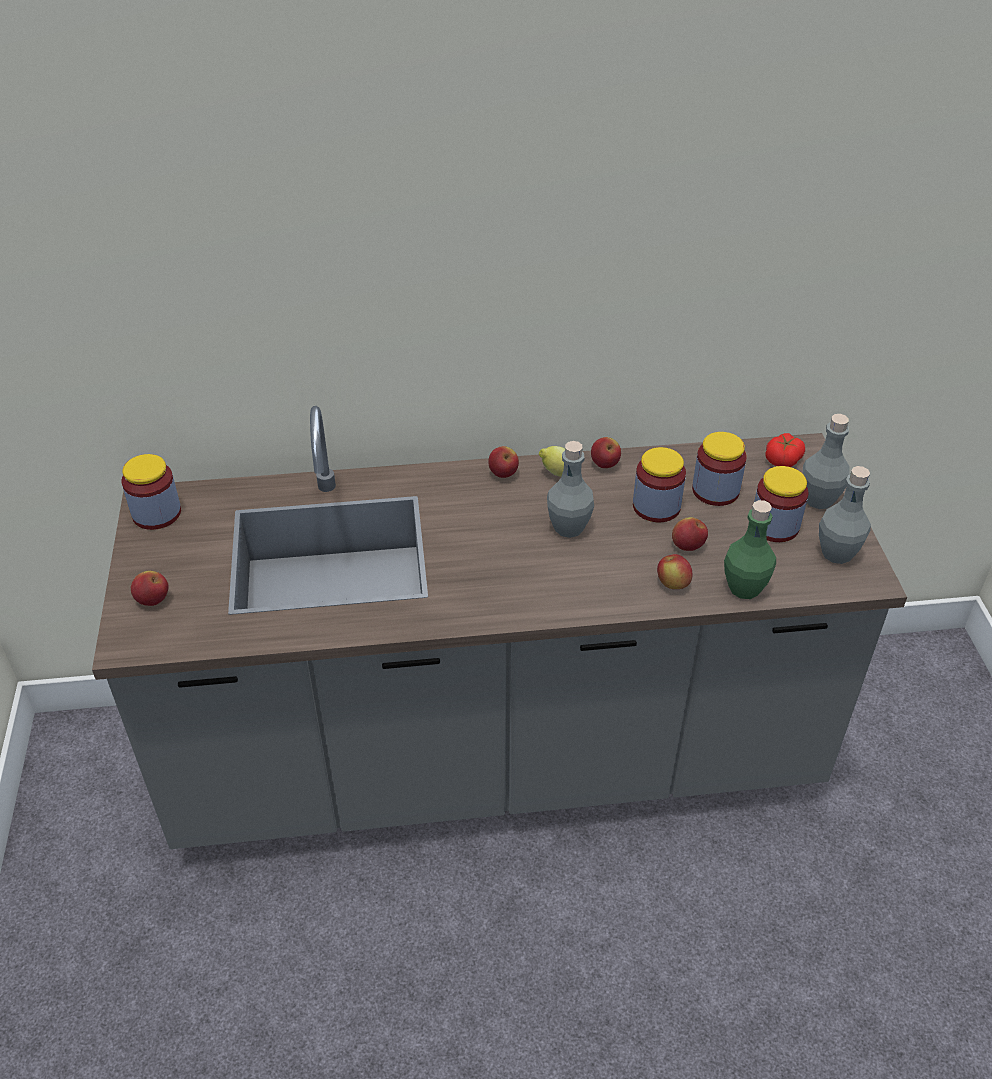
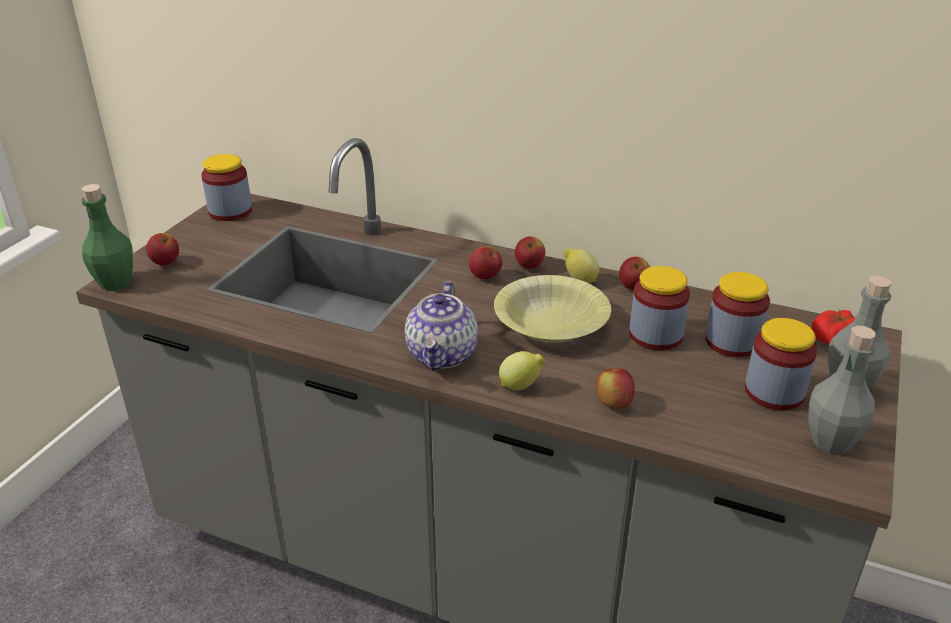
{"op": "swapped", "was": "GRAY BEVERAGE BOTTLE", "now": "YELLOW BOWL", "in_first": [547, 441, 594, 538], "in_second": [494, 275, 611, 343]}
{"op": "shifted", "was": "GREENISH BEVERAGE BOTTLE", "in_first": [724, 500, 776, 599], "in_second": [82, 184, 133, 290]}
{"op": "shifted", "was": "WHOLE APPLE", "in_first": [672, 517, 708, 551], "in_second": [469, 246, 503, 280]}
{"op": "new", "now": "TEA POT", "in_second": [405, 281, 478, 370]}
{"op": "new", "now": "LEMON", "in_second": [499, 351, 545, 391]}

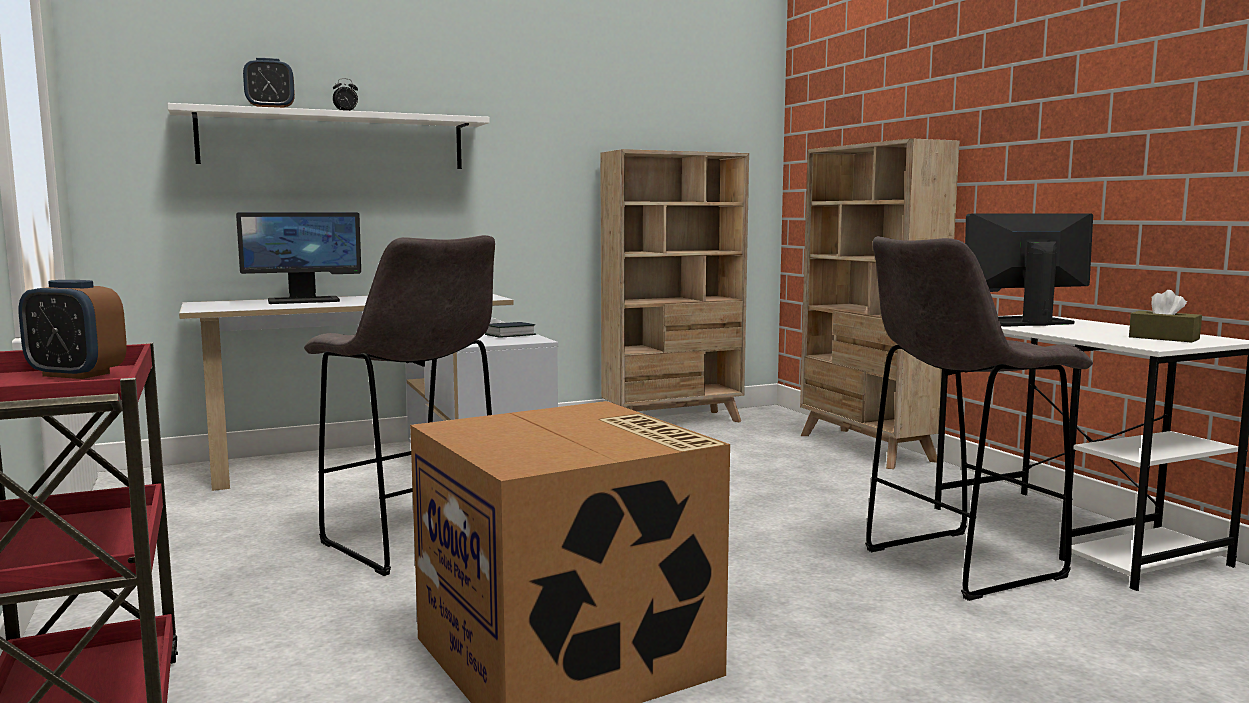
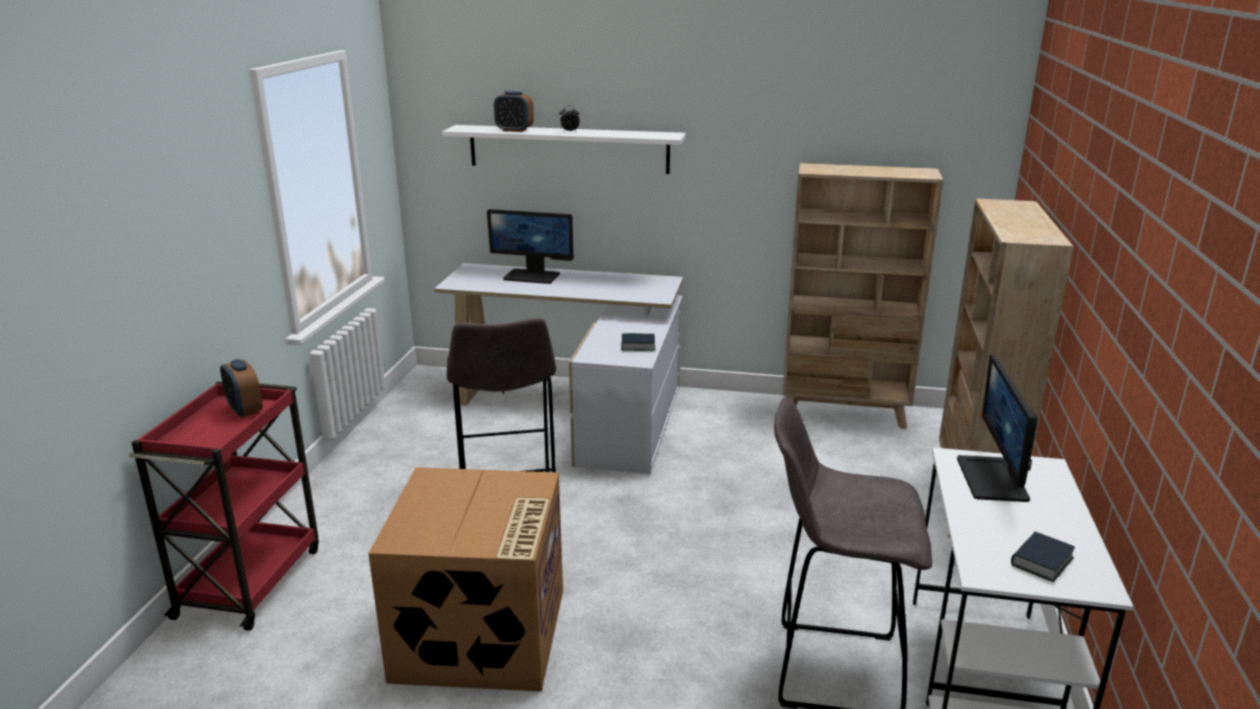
{"op": "rotated", "was": "COMPUTER SCREEN", "in_first": [965, 214, 1093, 326], "in_second": [957, 355, 1038, 502], "clockwise": -105}
{"op": "swapped", "was": "BROWNISH BOX OF TISSUES", "now": "BOOK", "in_first": [1129, 290, 1202, 343], "in_second": [1011, 532, 1075, 582]}

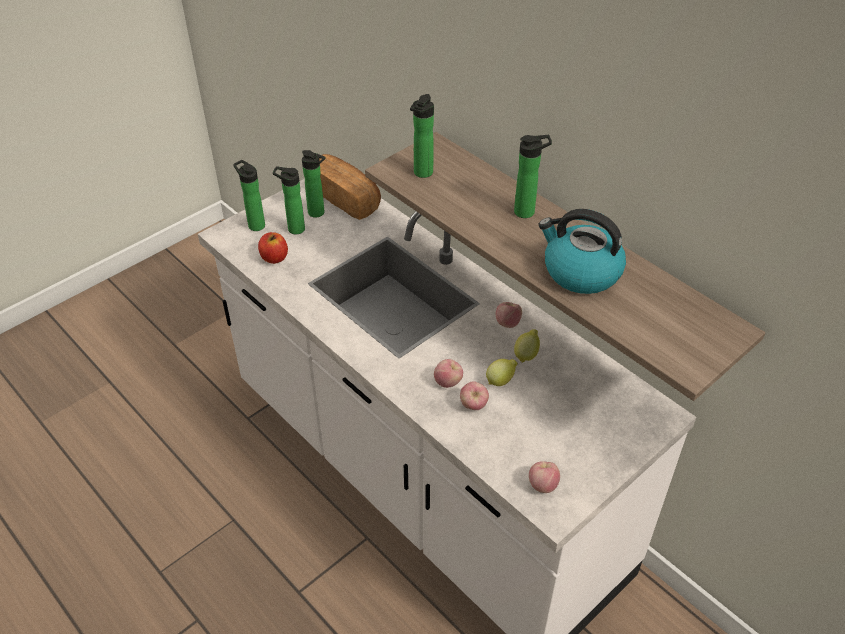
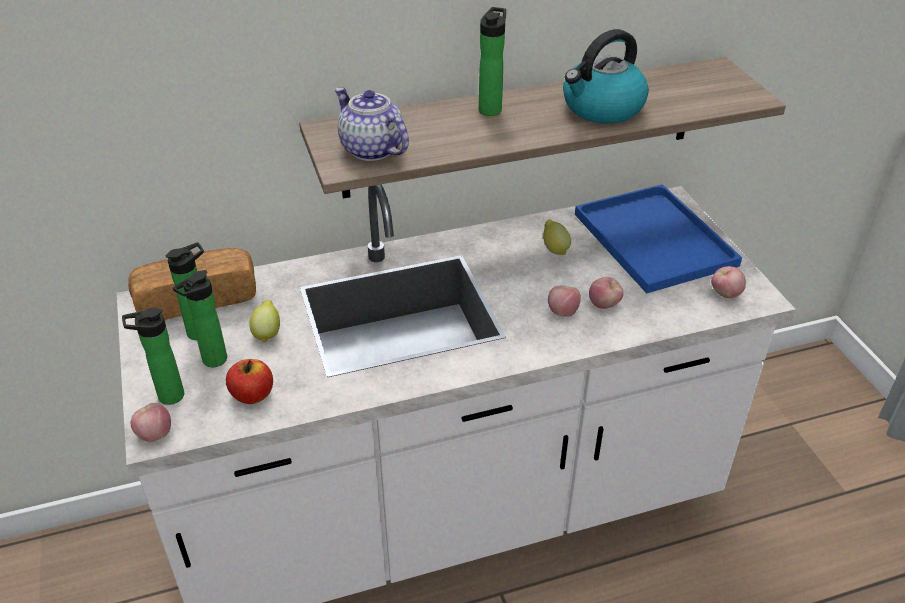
{"op": "swapped", "was": "BEVERAGE BOTTLE", "now": "TEA POT", "in_first": [410, 94, 434, 178], "in_second": [335, 88, 409, 161]}
{"op": "shifted", "was": "WHOLE APPLE", "in_first": [496, 302, 522, 328], "in_second": [131, 403, 171, 442]}
{"op": "shifted", "was": "LEMON", "in_first": [486, 359, 518, 386], "in_second": [249, 300, 280, 343]}
{"op": "new", "now": "BLUE-COLOURED SERVING TRAY", "in_second": [575, 184, 742, 294]}

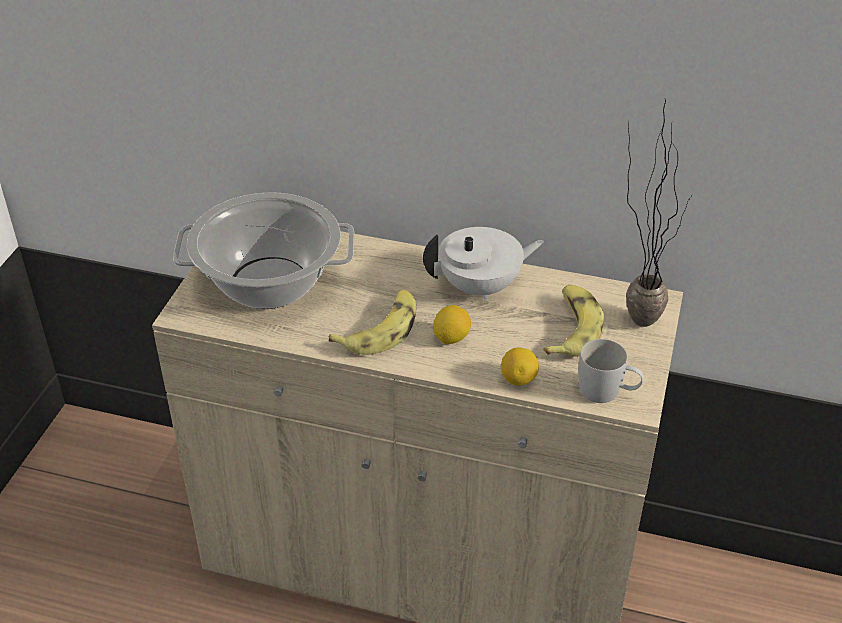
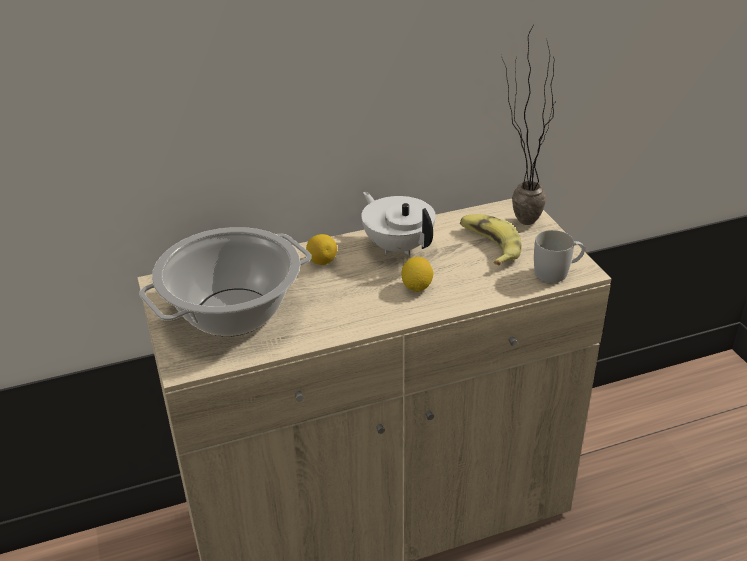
{"op": "rotated", "was": "WHITE TEA POT", "in_first": [423, 227, 544, 301], "in_second": [361, 192, 436, 255], "clockwise": -75}
{"op": "gone", "was": "WHOLE BANANA", "in_first": [329, 290, 416, 355]}
{"op": "shifted", "was": "LEMON", "in_first": [501, 348, 539, 386], "in_second": [306, 234, 337, 265]}

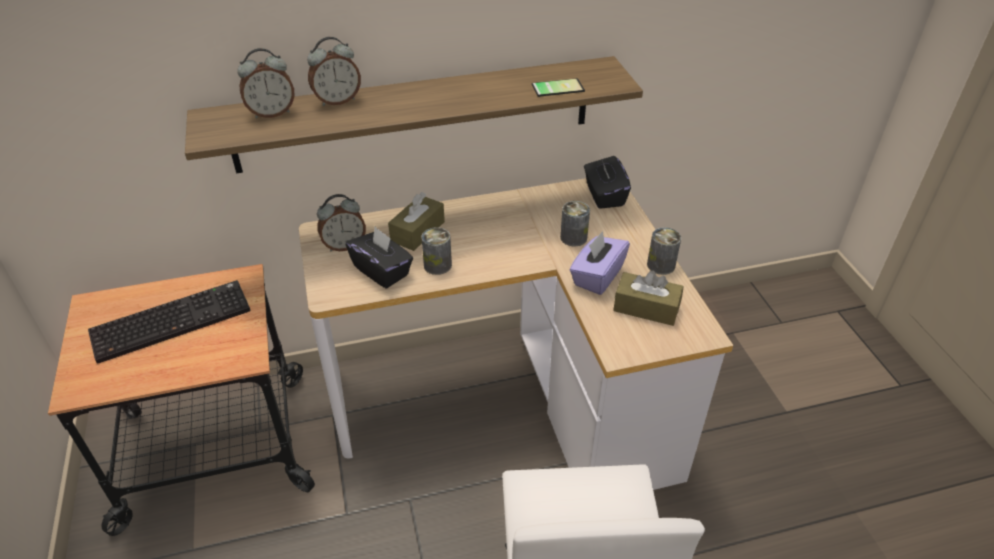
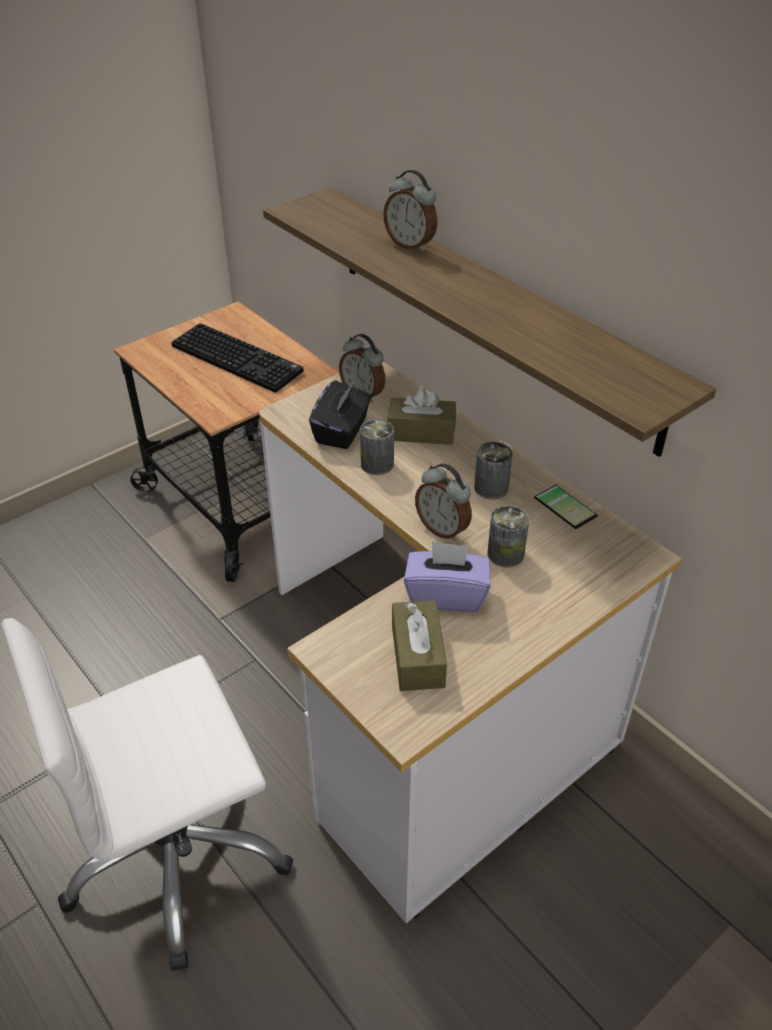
{"op": "shifted", "was": "BEDSIDE CLOCK", "in_first": [237, 48, 295, 119], "in_second": [415, 463, 472, 541]}
{"op": "shifted", "was": "HANDSET", "in_first": [532, 78, 585, 97], "in_second": [534, 485, 598, 529]}
{"op": "gone", "was": "BLACK-COLOURED BOX OF TISSUES", "in_first": [584, 154, 631, 209]}
{"op": "shifted", "was": "CAN", "in_first": [647, 227, 681, 275], "in_second": [474, 442, 513, 500]}

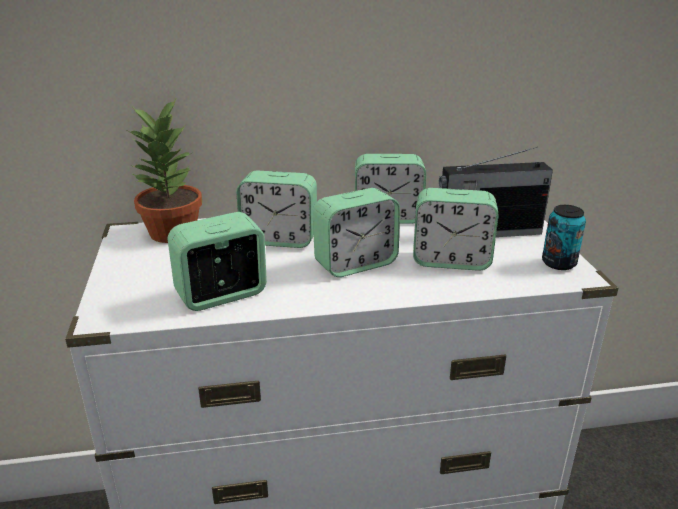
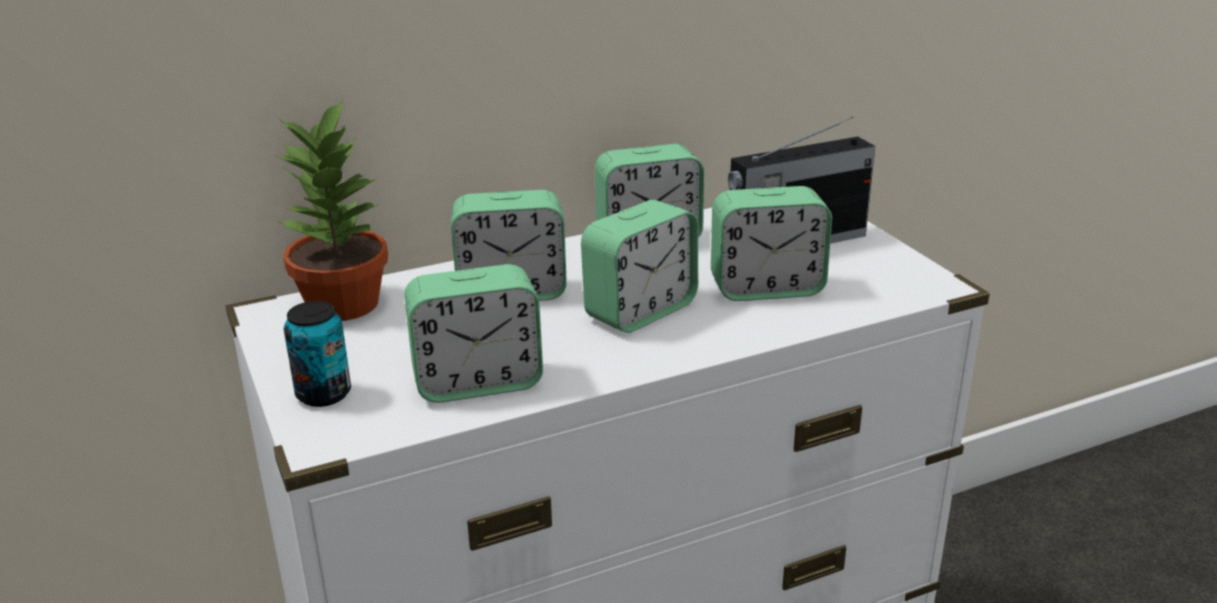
{"op": "shifted", "was": "CAN", "in_first": [542, 205, 586, 270], "in_second": [284, 301, 351, 407]}
{"op": "rotated", "was": "BEDSIDE CLOCK", "in_first": [168, 212, 267, 311], "in_second": [404, 264, 543, 403], "clockwise": -150}

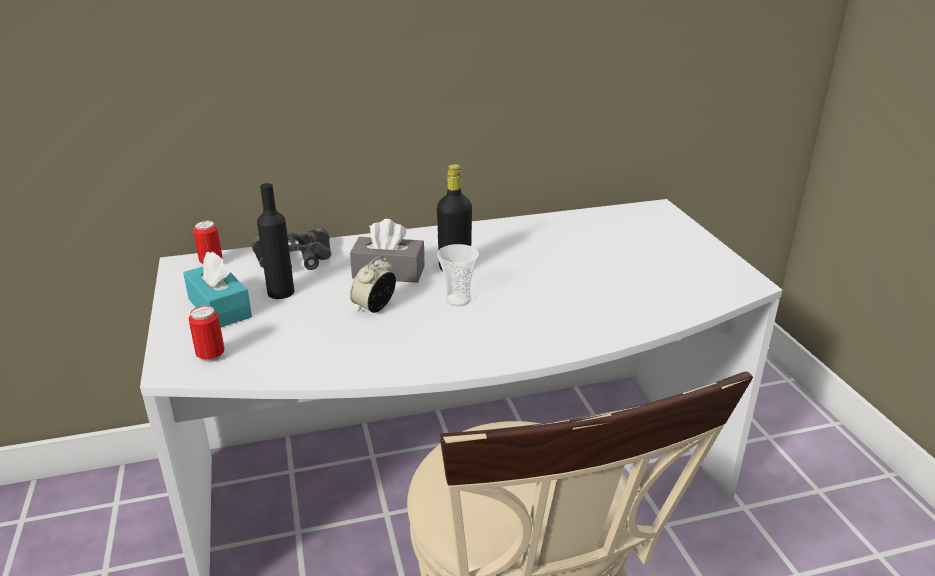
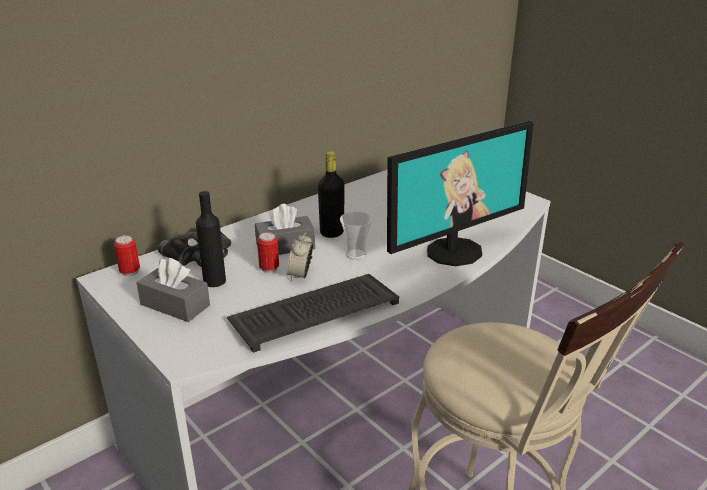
{"op": "repainted", "was": "TURQUOISE-COLOURED BOX OF TISSUES", "now": "GRAY BOX OF TISSUES", "in_first": [183, 252, 252, 327], "in_second": [136, 258, 210, 322]}
{"op": "shifted", "was": "CAN", "in_first": [189, 306, 225, 363], "in_second": [257, 232, 279, 273]}
{"op": "new", "now": "COMPUTER SCREEN", "in_second": [387, 121, 534, 266]}
{"op": "new", "now": "KEYBOARD", "in_second": [227, 274, 399, 353]}

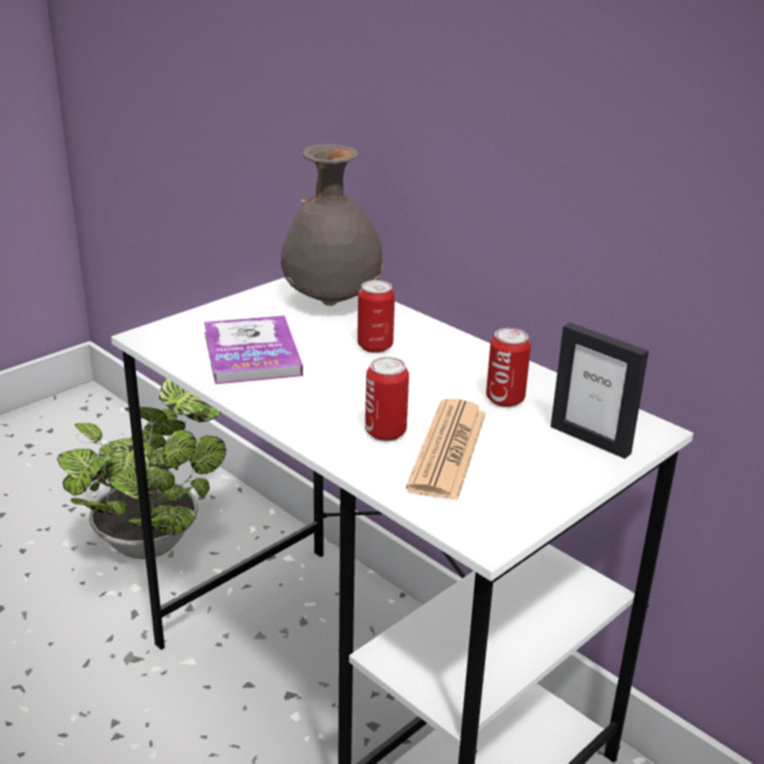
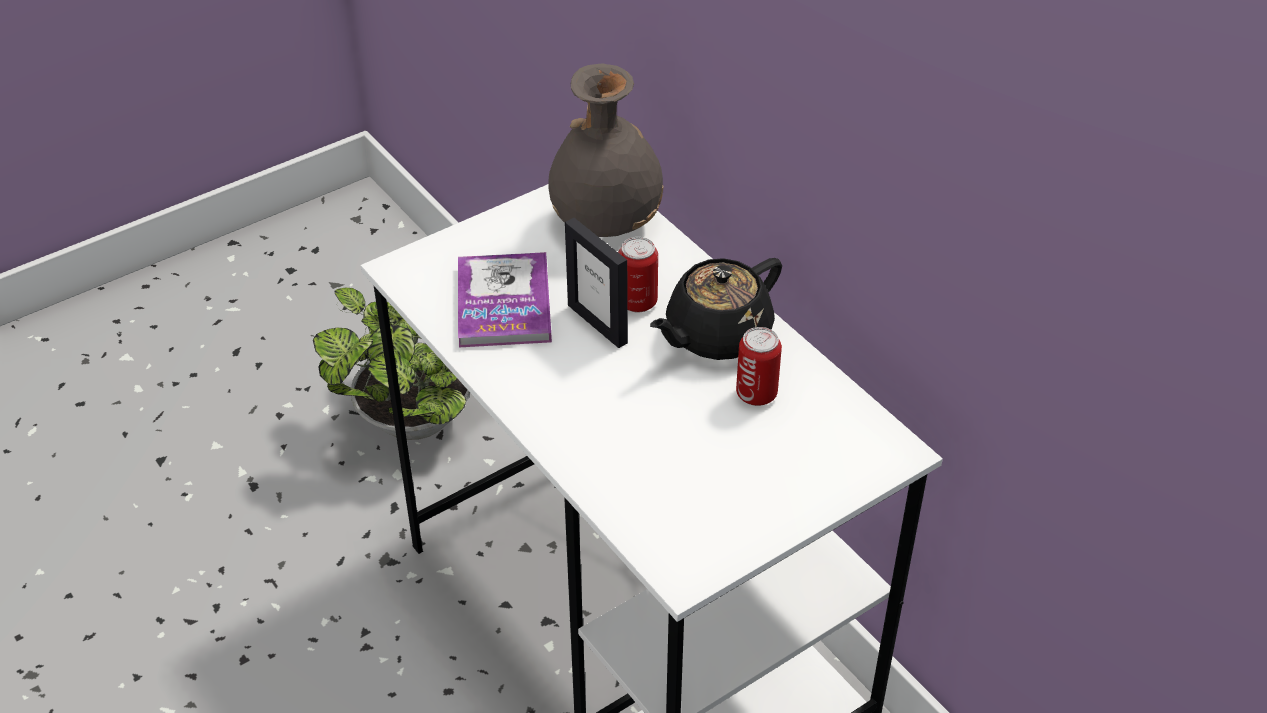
{"op": "shifted", "was": "PICTURE FRAME", "in_first": [551, 322, 649, 459], "in_second": [565, 218, 628, 348]}
{"op": "gone", "was": "CAN", "in_first": [365, 357, 409, 441]}
{"op": "gone", "was": "NEWSPAPER", "in_first": [406, 399, 486, 500]}
{"op": "new", "now": "BLACK-COLOURED TEA POT", "in_second": [650, 258, 782, 360]}

